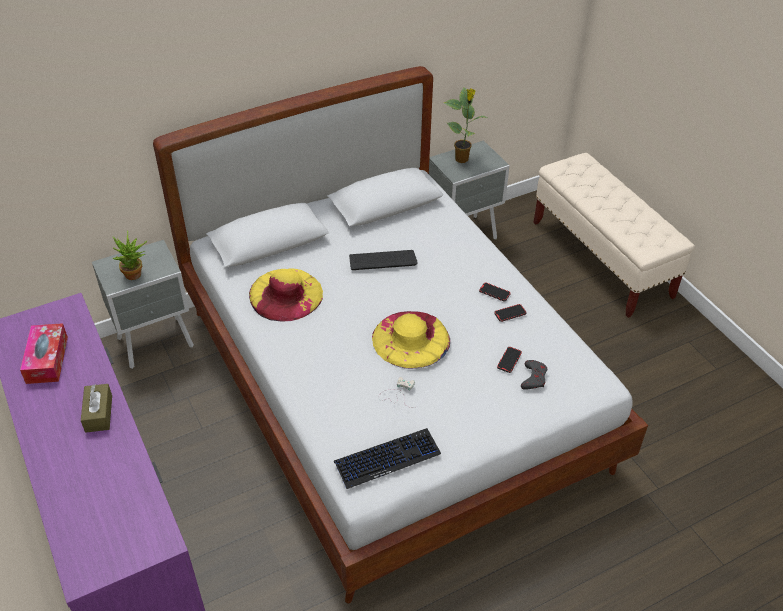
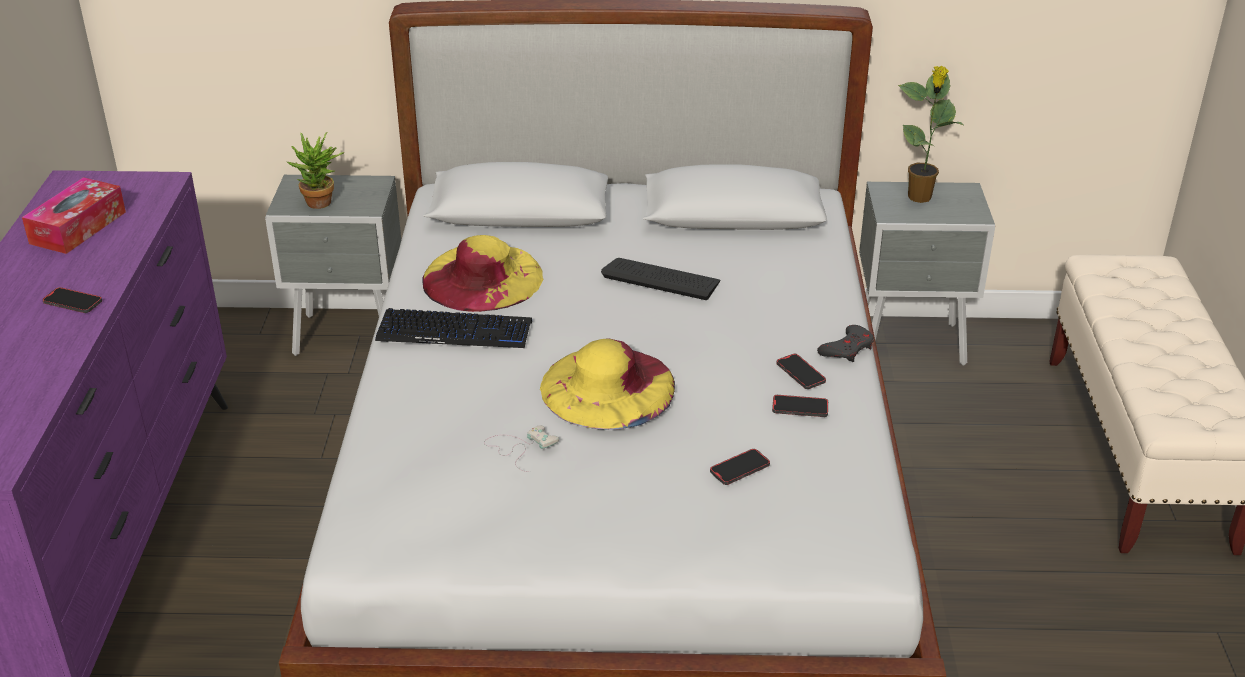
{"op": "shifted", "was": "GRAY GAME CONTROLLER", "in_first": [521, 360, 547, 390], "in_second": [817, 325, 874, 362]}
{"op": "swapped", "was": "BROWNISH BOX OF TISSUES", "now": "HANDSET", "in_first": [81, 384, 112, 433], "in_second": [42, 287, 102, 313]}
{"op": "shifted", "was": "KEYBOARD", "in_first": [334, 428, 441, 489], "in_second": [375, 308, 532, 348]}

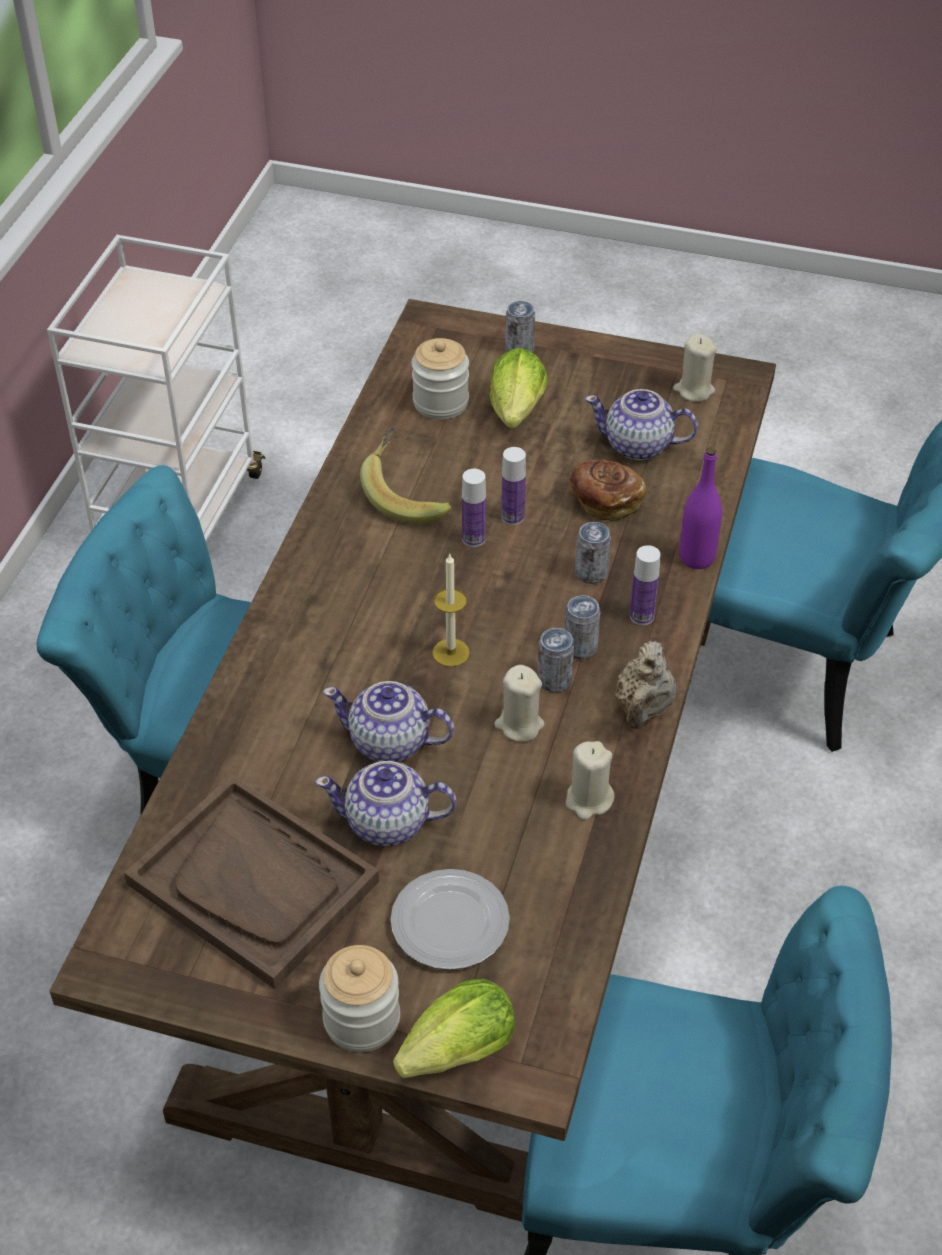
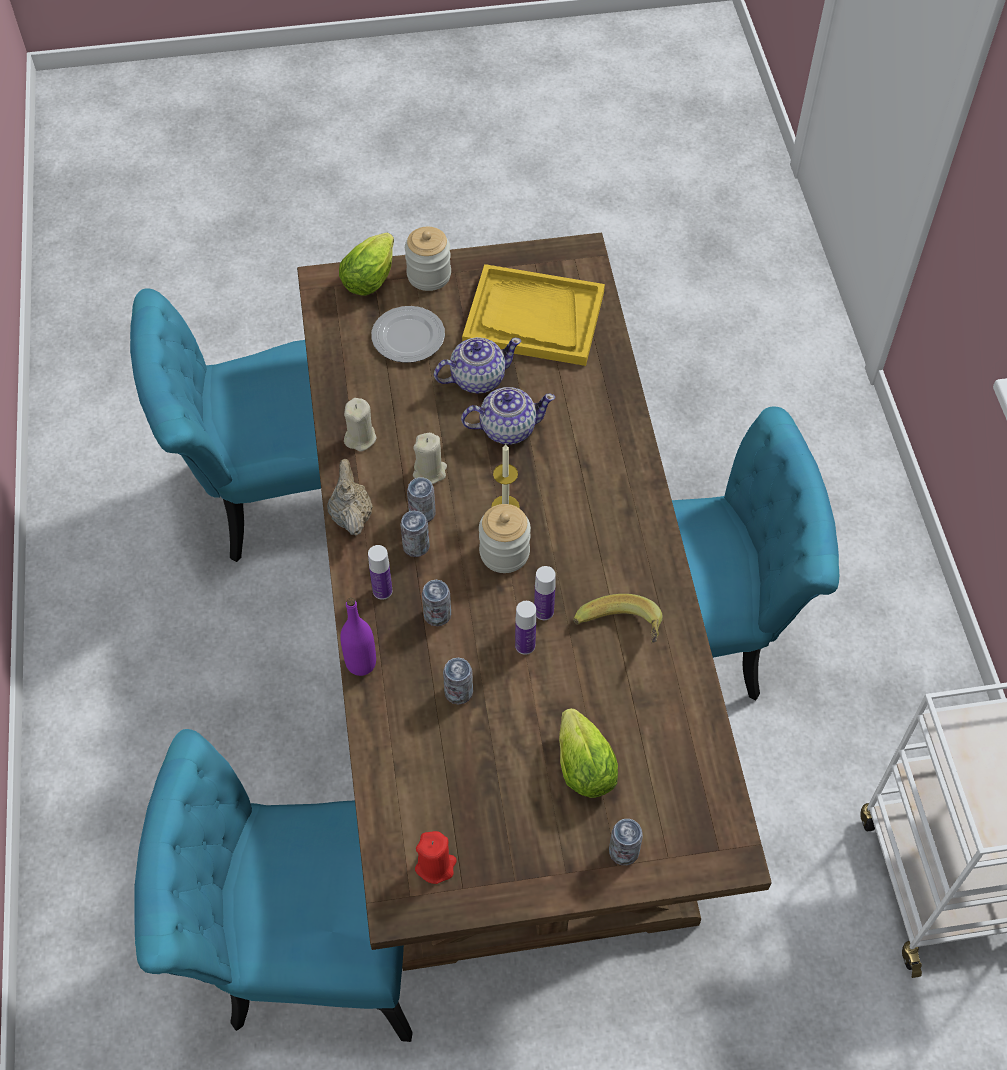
{"op": "repainted", "was": "BEIGE WAX CANDLE", "now": "RED WAX CANDLE", "in_first": [673, 334, 717, 402], "in_second": [415, 831, 457, 884]}
{"op": "shifted", "was": "PRESERVE JAR", "in_first": [412, 338, 469, 420], "in_second": [479, 504, 531, 573]}
{"op": "gone", "was": "TEA POT", "in_first": [585, 389, 698, 460]}
{"op": "swapped", "was": "BAKERY BREAD", "now": "CAN", "in_first": [570, 460, 646, 520], "in_second": [443, 658, 473, 705]}
{"op": "repainted", "was": "BROWNISH SERVING TRAY", "now": "YELLOW SERVING TRAY", "in_first": [124, 774, 379, 989], "in_second": [462, 264, 605, 366]}

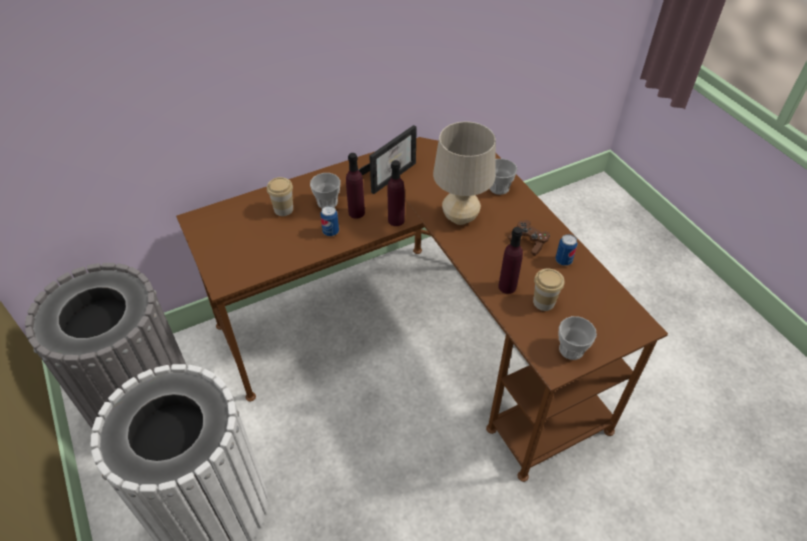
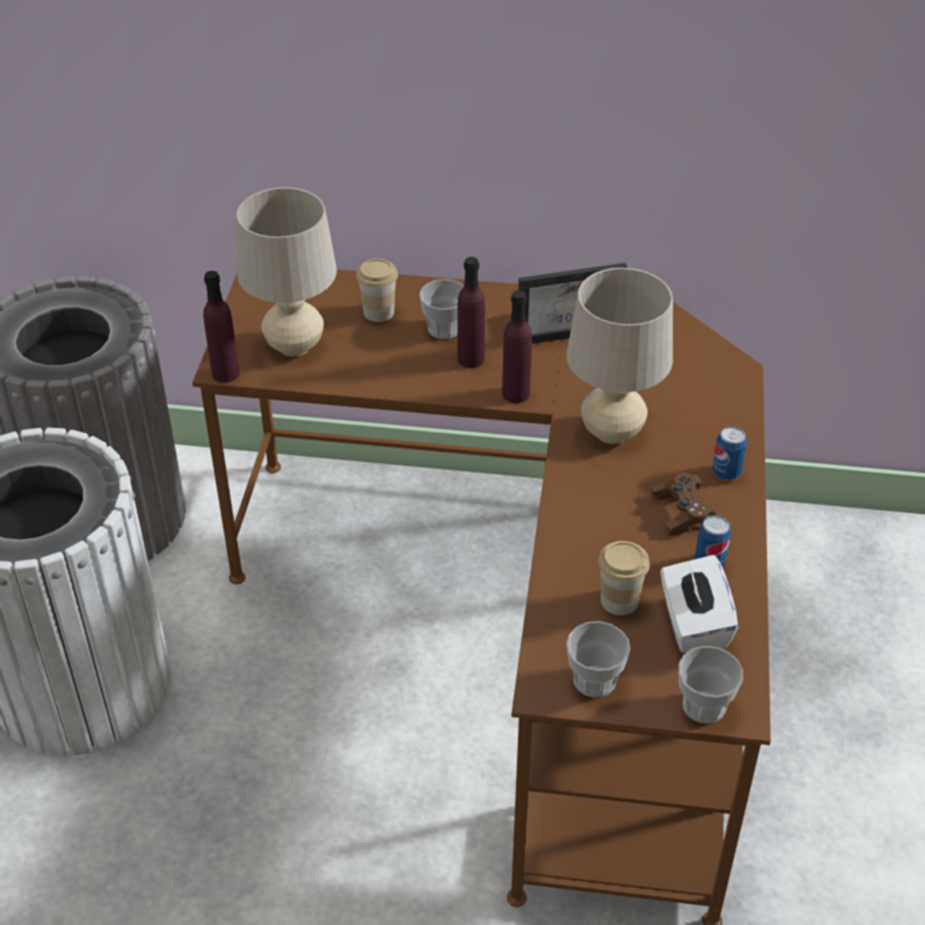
{"op": "shifted", "was": "SMALL CUP", "in_first": [490, 159, 517, 195], "in_second": [678, 646, 743, 723]}
{"op": "shifted", "was": "CAN", "in_first": [320, 205, 339, 236], "in_second": [712, 426, 747, 480]}
{"op": "shifted", "was": "PURPLE-COLOURED BEVERAGE BOTTLE", "in_first": [498, 227, 523, 294], "in_second": [203, 271, 240, 383]}
{"op": "new", "now": "BEIGE LAMP FOR A TABLE", "in_second": [237, 187, 337, 356]}
{"op": "new", "now": "WHITE BOX OF TISSUES", "in_second": [660, 555, 738, 653]}

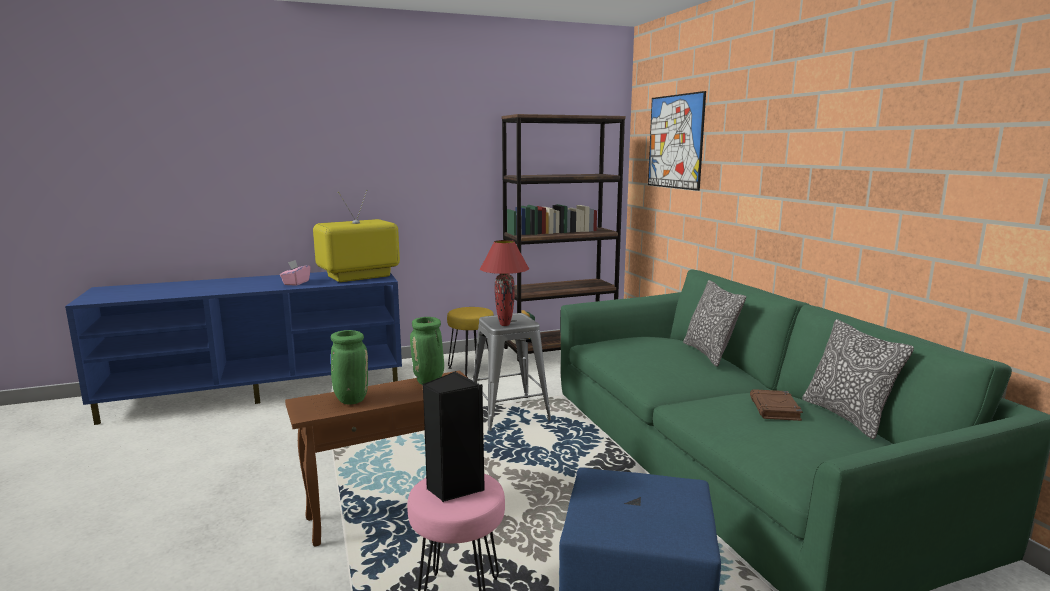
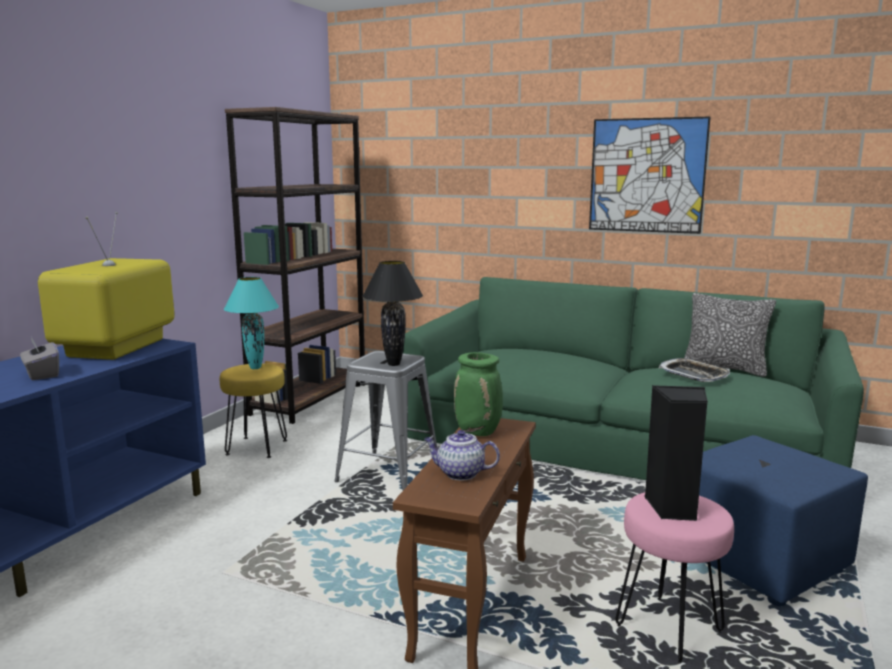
{"op": "shifted", "was": "WALL ART", "in_first": [648, 91, 706, 191], "in_second": [589, 116, 711, 234]}
{"op": "repainted", "was": "RED LAMP FOR A TABLE", "now": "BLACK-COLOURED LAMP FOR A TABLE", "in_first": [480, 240, 529, 326], "in_second": [362, 261, 423, 366]}
{"op": "repainted", "was": "PINKISH BOX OF TISSUES", "now": "GRAY BOX OF TISSUES", "in_first": [280, 260, 311, 286], "in_second": [20, 337, 59, 380]}
{"op": "gone", "was": "PILLOW", "in_first": [683, 280, 746, 367]}
{"op": "swapped", "was": "GREENISH VASE", "now": "TEA POT", "in_first": [331, 330, 368, 405], "in_second": [424, 430, 500, 480]}
{"op": "swapped", "was": "BROWNISH BOOK", "now": "SERVING TRAY", "in_first": [750, 389, 803, 421], "in_second": [659, 358, 730, 382]}
{"op": "new", "now": "TURQUOISE-COLOURED LAMP FOR A TABLE", "in_second": [224, 277, 279, 369]}

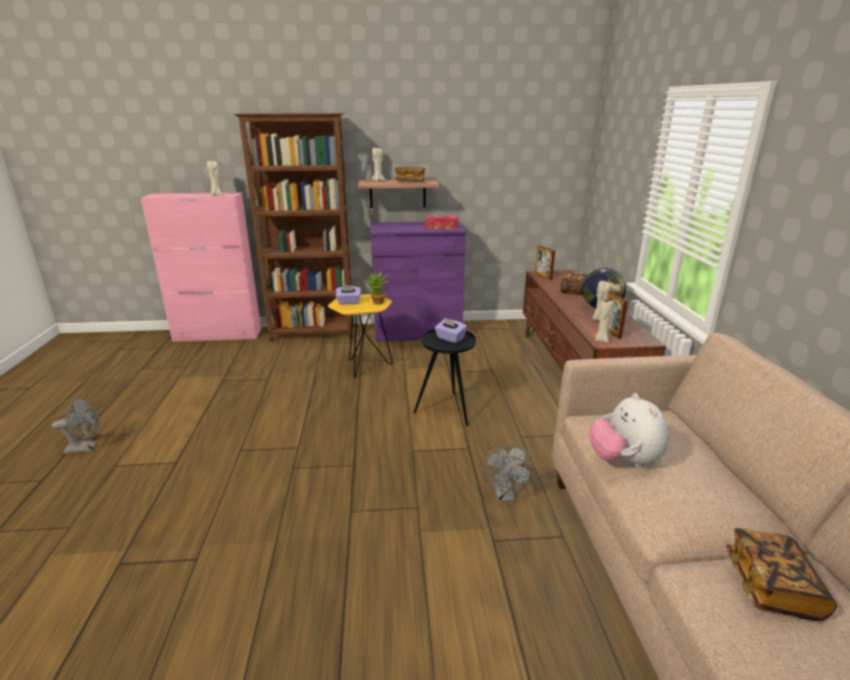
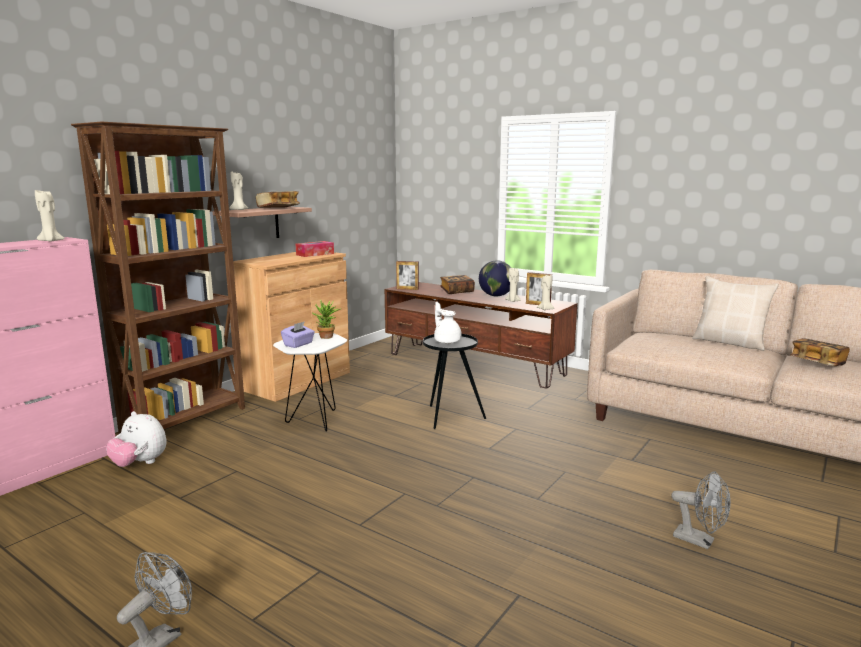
{"op": "repainted", "was": "PURPLE-COLOURED CUPBOARD", "now": "BROWNISH CUPBOARD", "in_first": [371, 221, 466, 342], "in_second": [233, 252, 350, 402]}
{"op": "repainted", "was": "YELLOW END TABLE", "now": "WHITE END TABLE", "in_first": [328, 294, 393, 378], "in_second": [273, 333, 347, 432]}
{"op": "swapped", "was": "PURPLE-COLOURED BOX OF TISSUES", "now": "WHITE TEA POT", "in_first": [435, 318, 467, 343], "in_second": [434, 302, 462, 343]}
{"op": "shifted", "was": "PLUSH TOY", "in_first": [589, 393, 669, 468], "in_second": [106, 411, 167, 467]}
{"op": "shifted", "was": "GRAY ELECTRIC FAN", "in_first": [483, 445, 534, 502], "in_second": [671, 471, 731, 549]}
{"op": "new", "now": "BEIGE PILLOW", "in_second": [692, 276, 779, 351]}

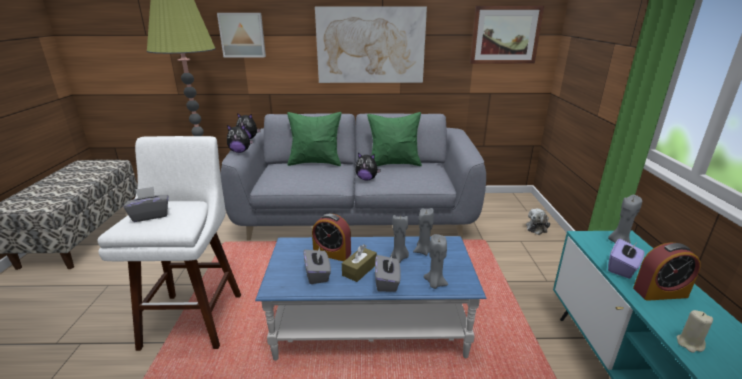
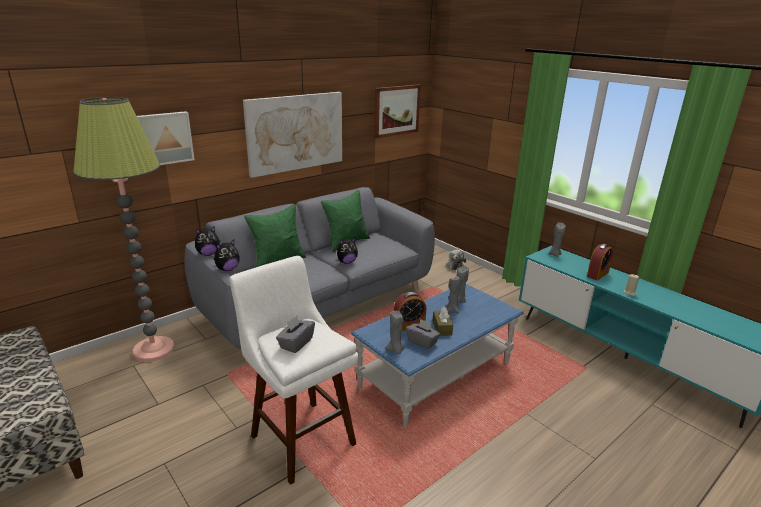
{"op": "shifted", "was": "GRAY WAX CANDLE", "in_first": [423, 234, 448, 289], "in_second": [385, 311, 406, 354]}
{"op": "gone", "was": "PURPLE-COLOURED BOX OF TISSUES", "in_first": [608, 239, 645, 279]}
{"op": "gone", "was": "GRAY BOX OF TISSUES", "in_first": [375, 255, 401, 292]}

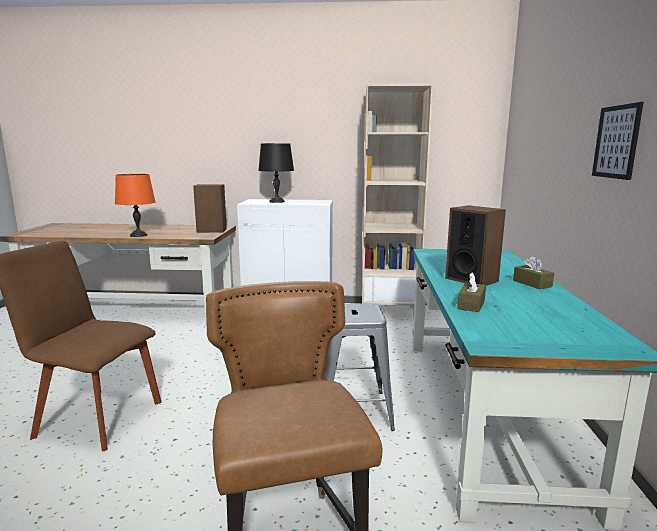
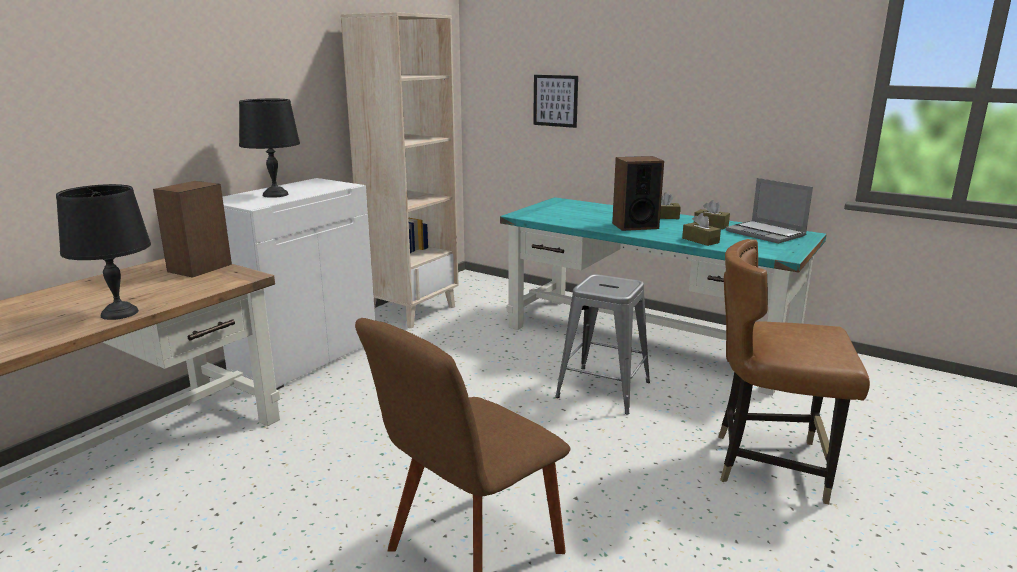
{"op": "shifted", "was": "WALL ART", "in_first": [592, 102, 644, 180], "in_second": [533, 75, 578, 128]}
{"op": "repainted", "was": "ORANGE-COLOURED LAMP FOR A TABLE", "now": "BLACK-COLOURED LAMP FOR A TABLE", "in_first": [115, 174, 156, 237], "in_second": [56, 184, 151, 320]}
{"op": "new", "now": "LAPTOP", "in_second": [726, 178, 813, 244]}
{"op": "new", "now": "BROWNISH BOX OF TISSUES", "in_second": [694, 200, 730, 229]}

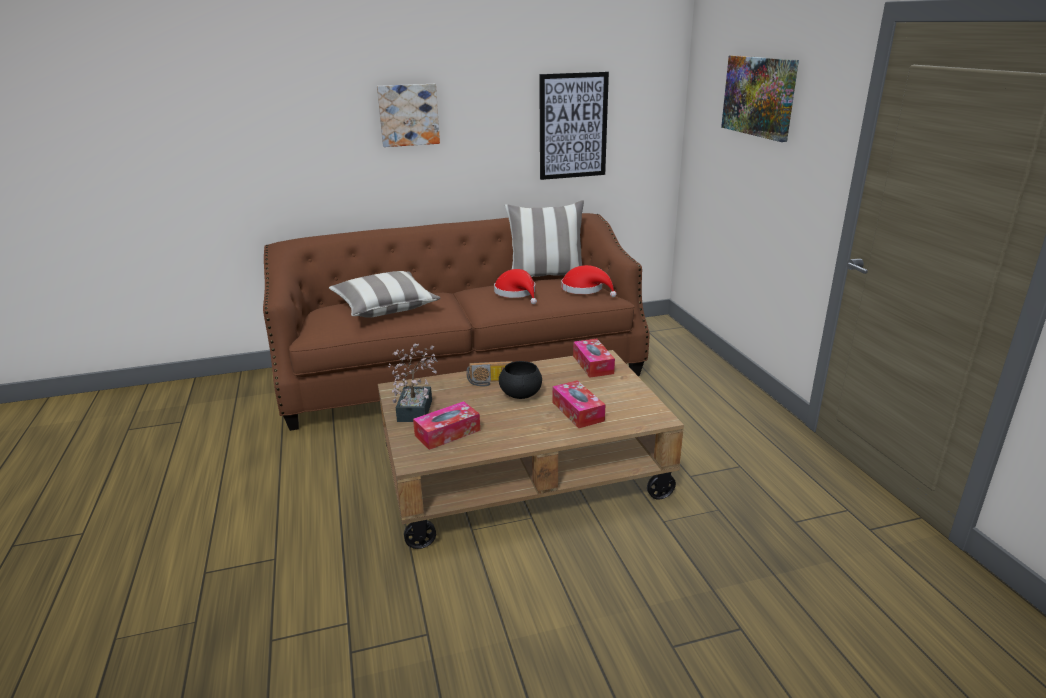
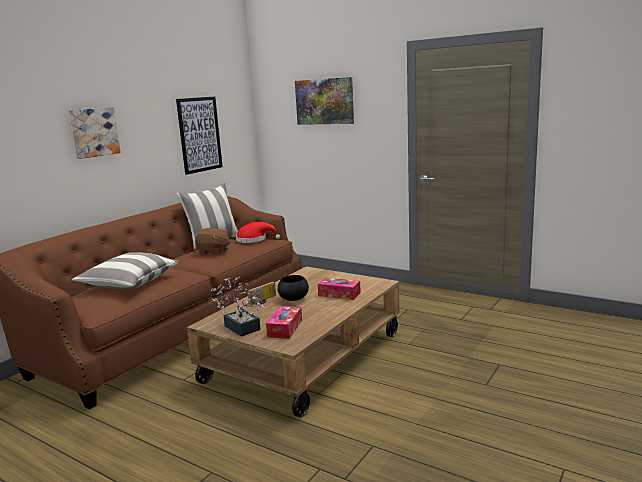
{"op": "swapped", "was": "RED HAT", "now": "BROWNISH PLUSH TOY", "in_first": [494, 269, 537, 304], "in_second": [195, 228, 230, 255]}
{"op": "gone", "was": "BOX OF TISSUES", "in_first": [573, 339, 615, 378]}

